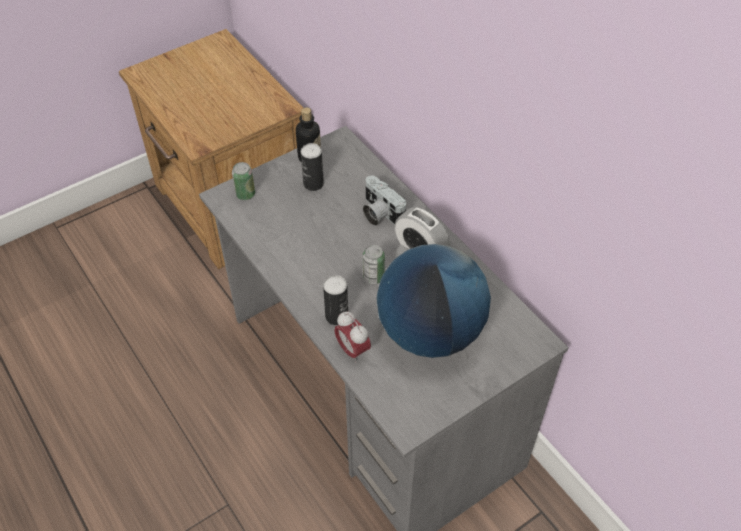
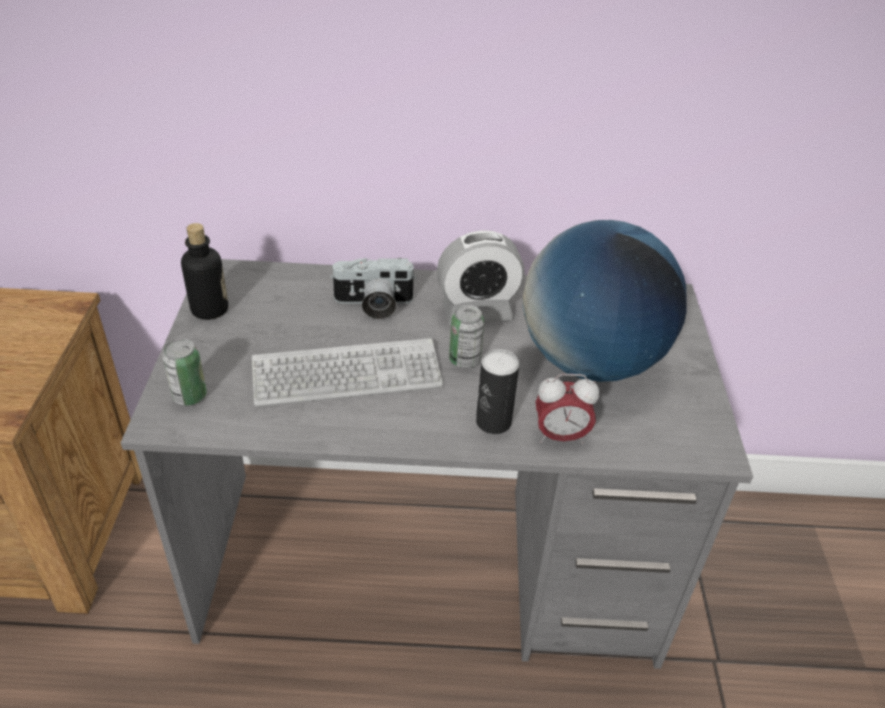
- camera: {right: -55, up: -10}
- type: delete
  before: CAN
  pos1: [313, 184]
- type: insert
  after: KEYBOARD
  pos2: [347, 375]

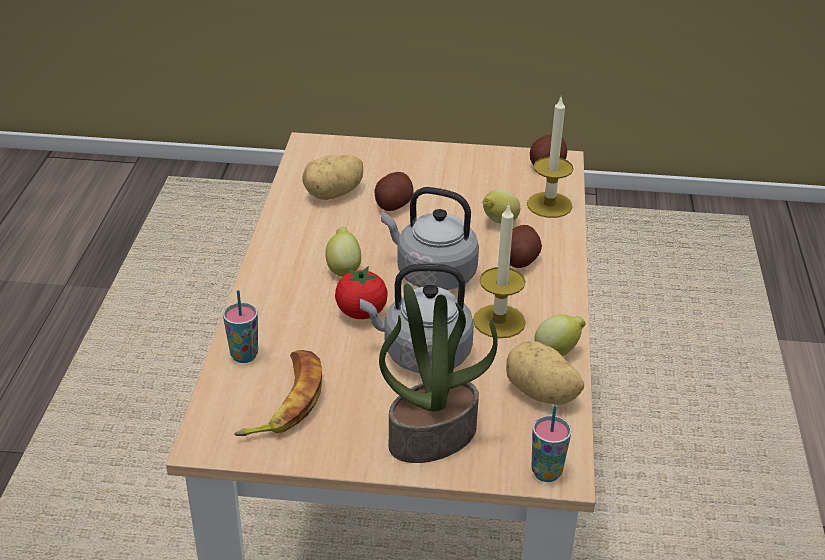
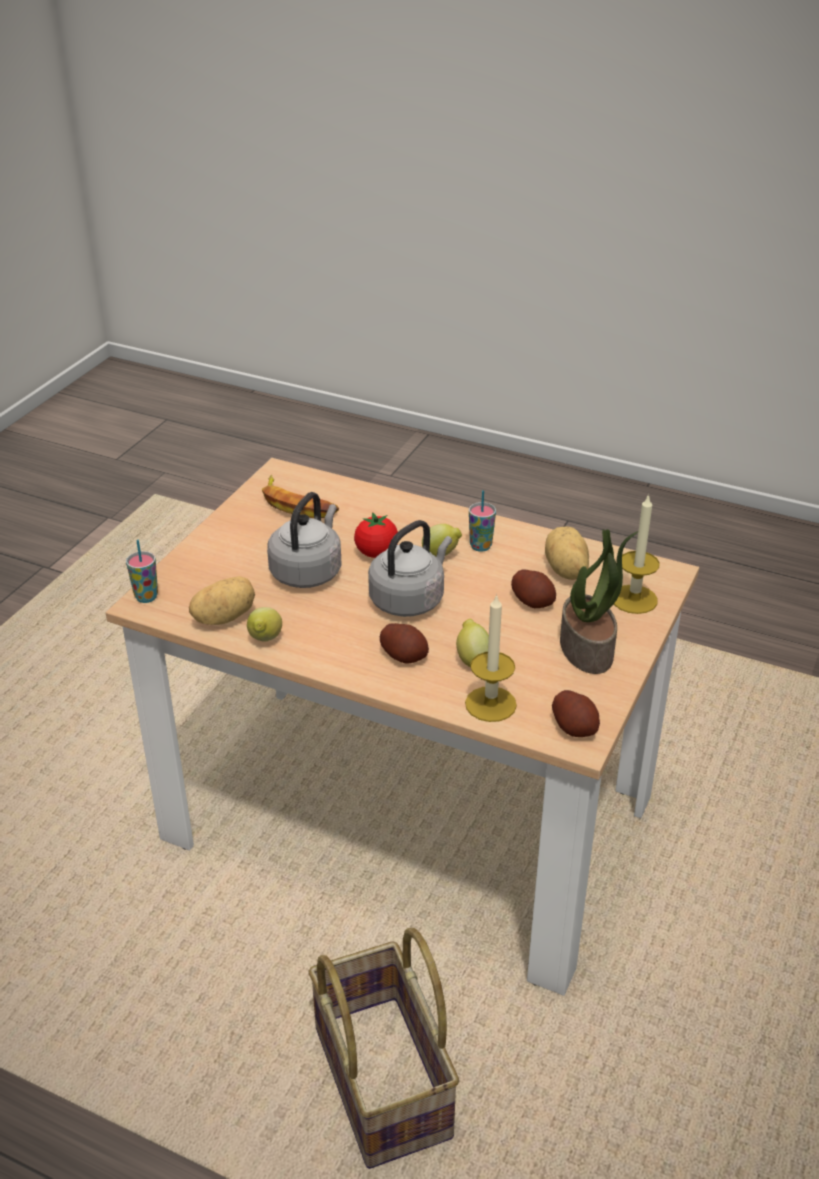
- camera: {right: 110, up: 0}
- type: move
  before: CUP
  pos1: [244, 355]
  pos2: [480, 546]
- type: move
  before: POTTED PLANT
  pos1: [433, 436]
  pos2: [588, 649]
- type: move
  before: CANDLE
  pos1: [499, 321]
  pos2: [634, 599]
- type: insert
  after: BASKET
  pos2: [385, 1081]

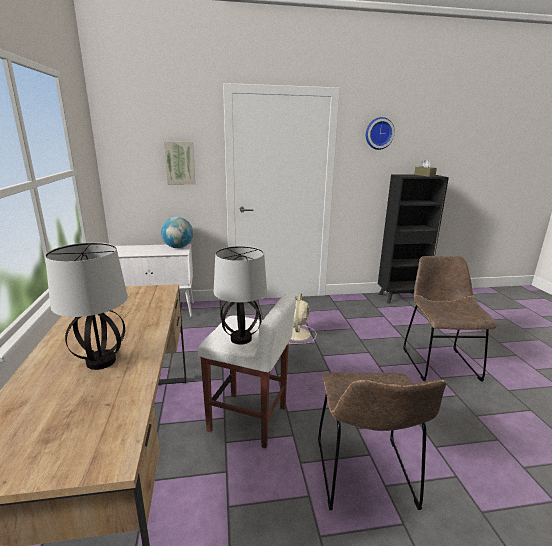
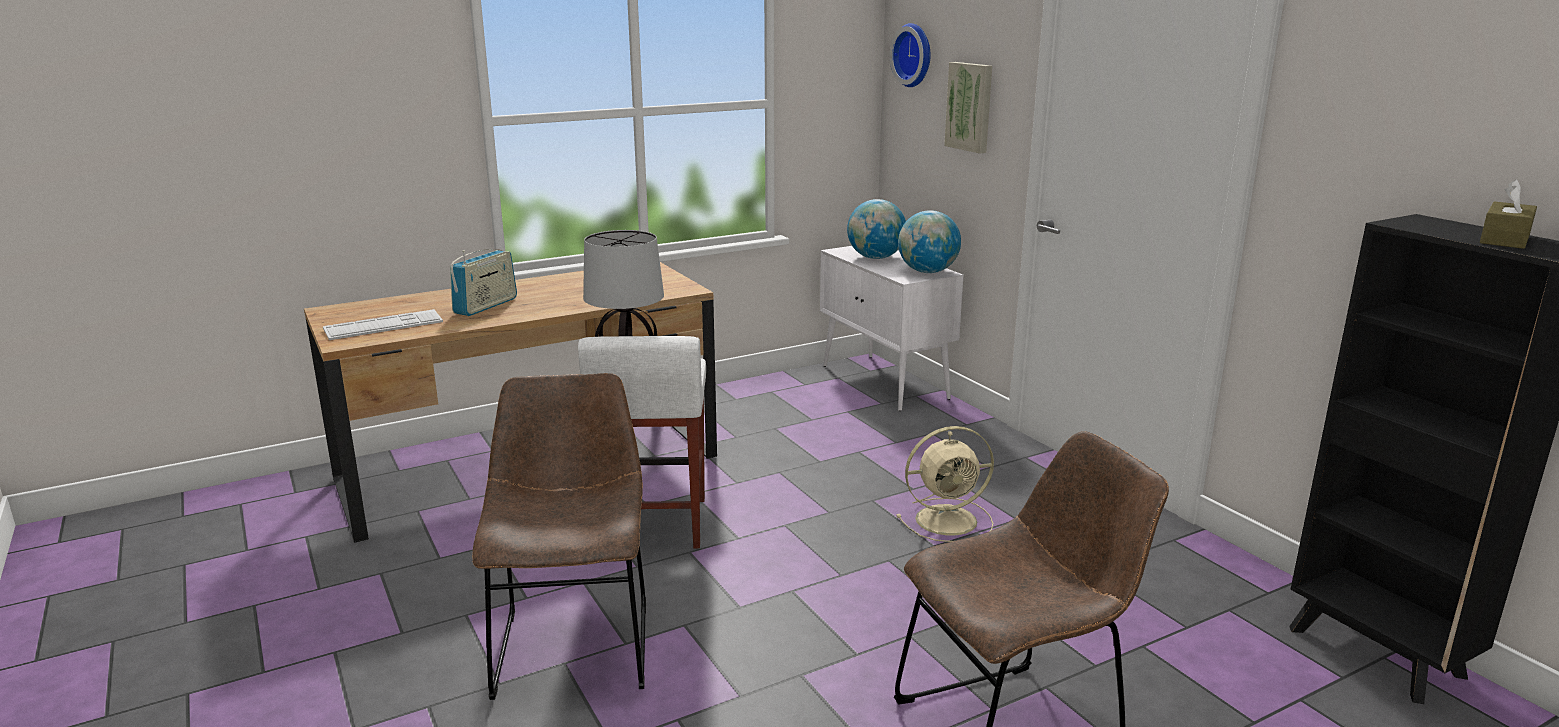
- camera: {right: 70, up: 0}
- type: replace
  before: TABLE LAMP
  after: RADIO
  pos1: [100, 361]
  pos2: [486, 306]
- type: rotate
  before: BROWN CHAIR
  pos1: [365, 477]
  pos2: [574, 642]
  turn: 105
- type: move
  before: WALL CLOCK
  pos1: [378, 133]
  pos2: [915, 55]
- type: insert
  after: KEYBOARD
  pos2: [384, 326]
- type: insert
  after: GLOBE
  pos2: [875, 258]

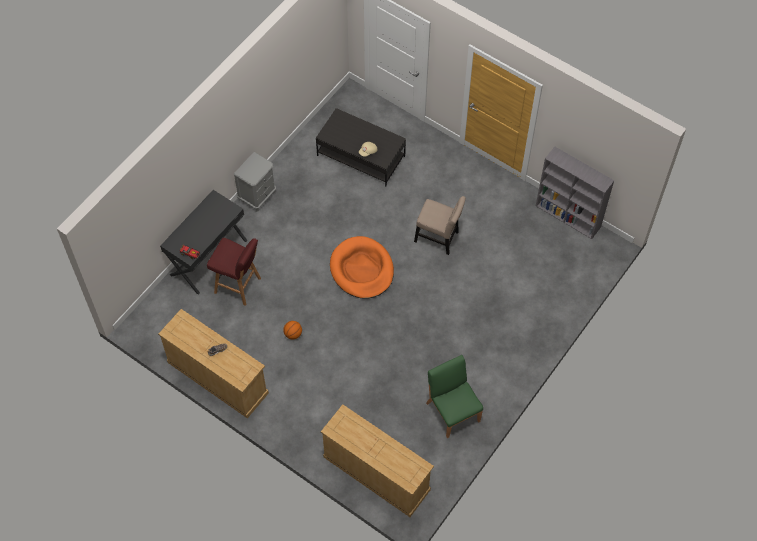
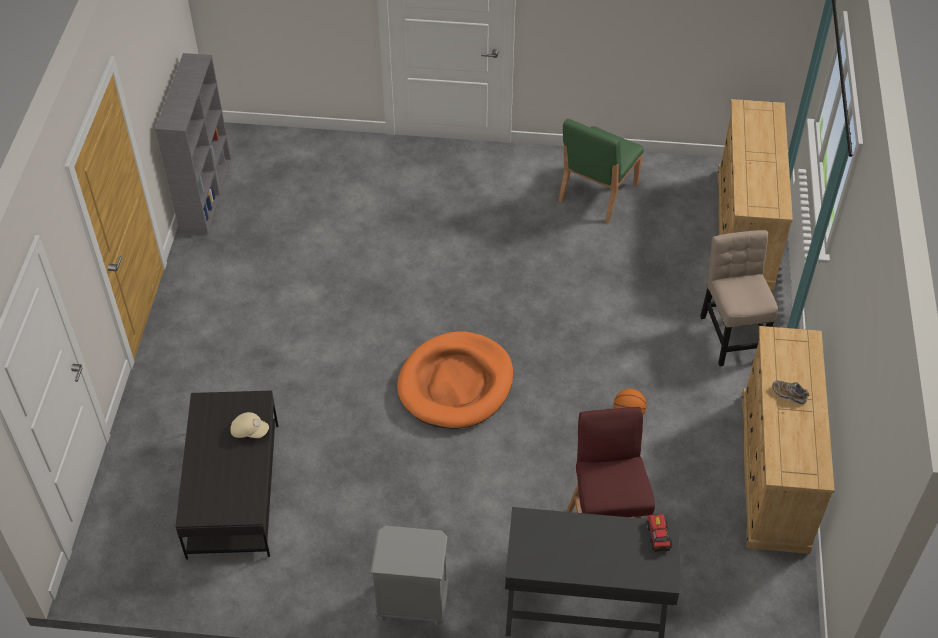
- camera: {right: -120, up: -10}
- type: move
  before: BEIGE CHAIR
  pos1: [438, 238]
  pos2: [731, 334]

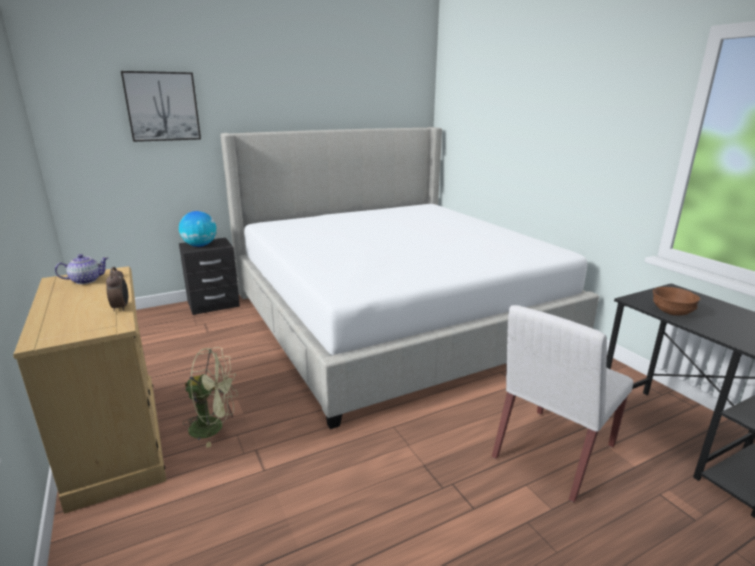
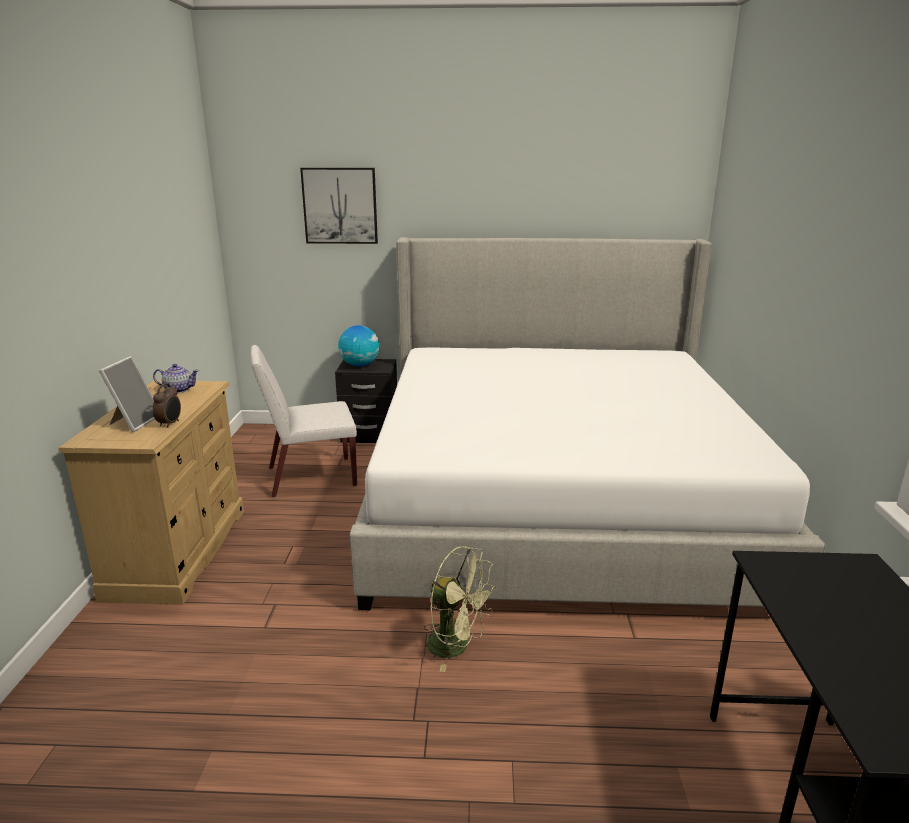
- camera: {right: 30, up: 0}
- type: move
  before: GREEN FAN
  pos1: [214, 427]
  pos2: [456, 646]
- type: move
  before: WHITE CHAIR
  pos1: [553, 452]
  pos2: [310, 477]
- type: delete
  before: BROWN BOWL
  pos1: [672, 312]
- type: insert
  after: PICTURE FRAME
  pos2: [134, 422]

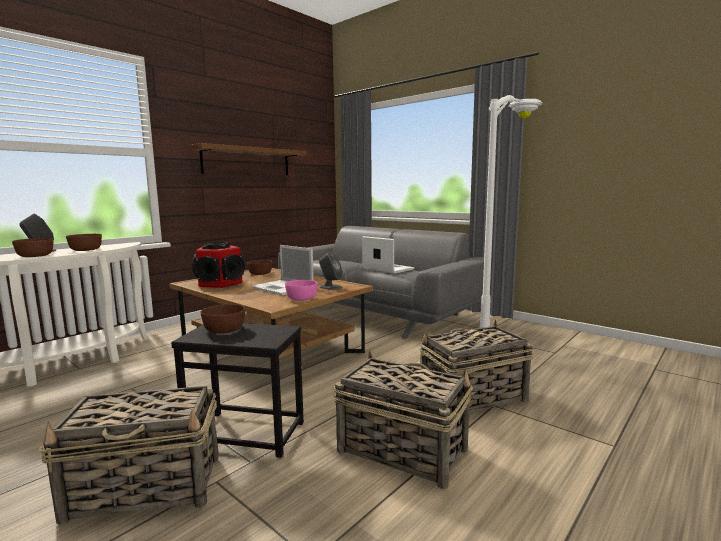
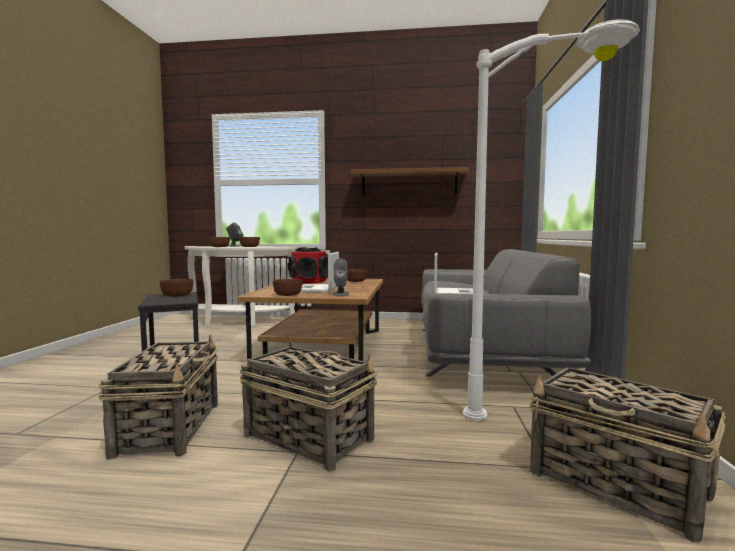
- camera: {right: 55, up: -5}
- type: move
  before: BASKET
  pos1: [147, 487]
  pos2: [618, 485]
- type: recolor
  before: PINK BOWL
  after: BROWN BOWL
  pos1: [301, 298]
  pos2: [288, 294]

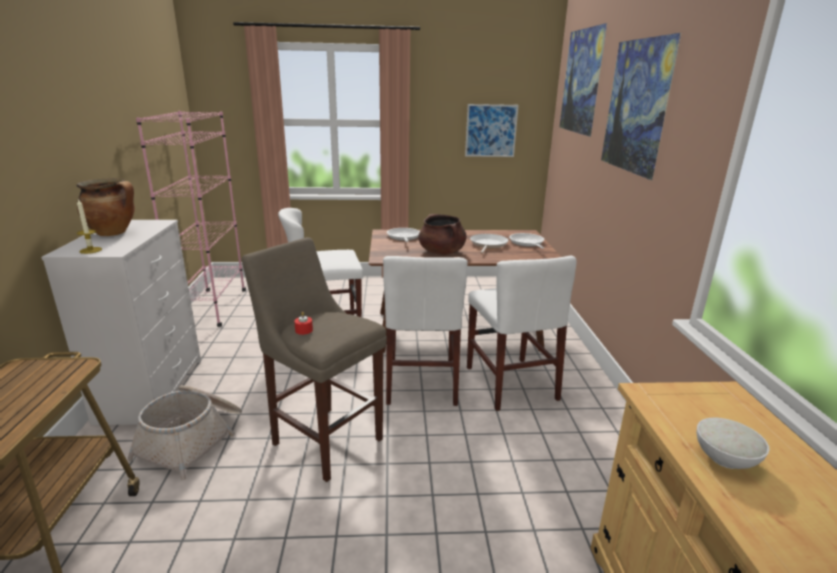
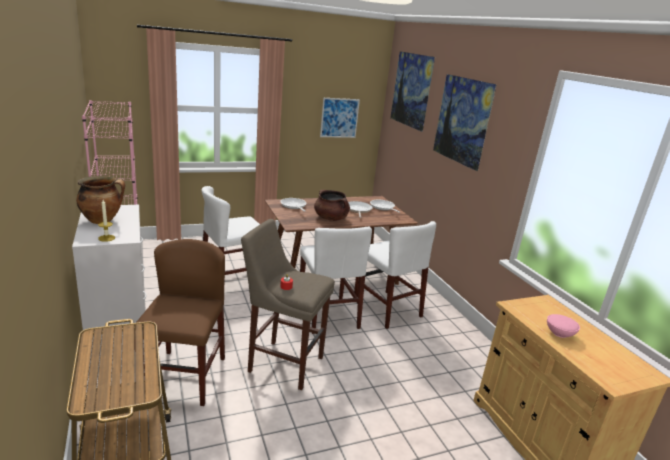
- camera: {right: -20, up: 0}
- type: replace
  before: BASKET
  after: BROWN CHAIR
  pos1: [193, 439]
  pos2: [184, 377]
- type: recolor
  before: WHITE BOWL
  after: PINK BOWL
  pos1: [724, 459]
  pos2: [559, 333]

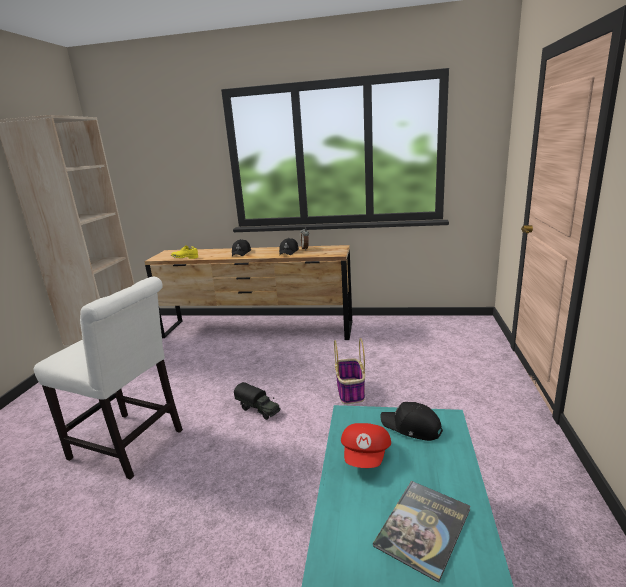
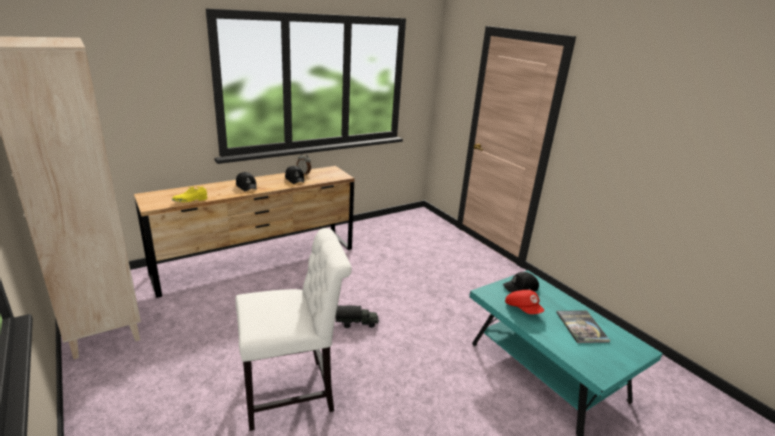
- camera: {right: -45, up: 5}
- type: delete
  before: BASKET
  pos1: [350, 391]

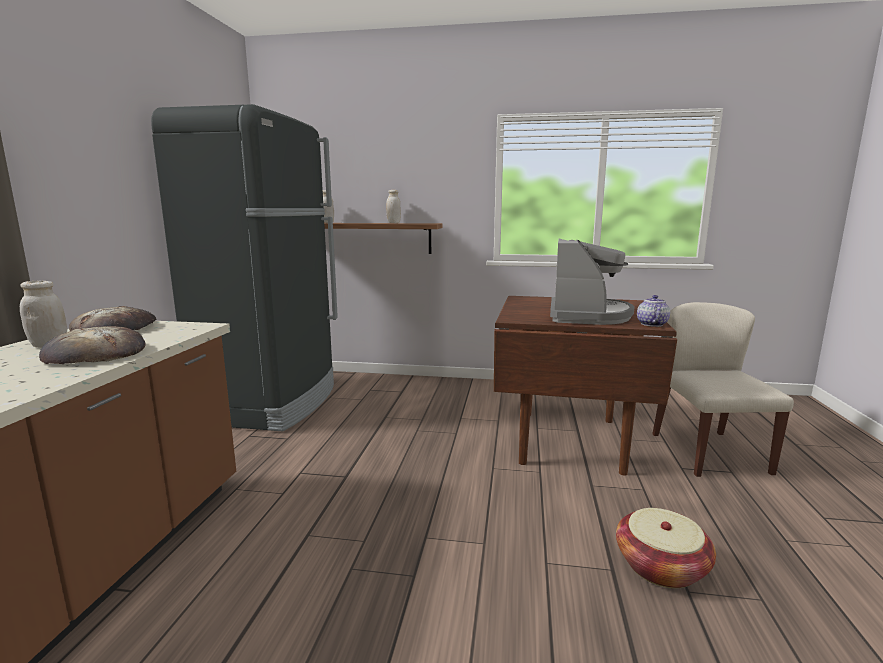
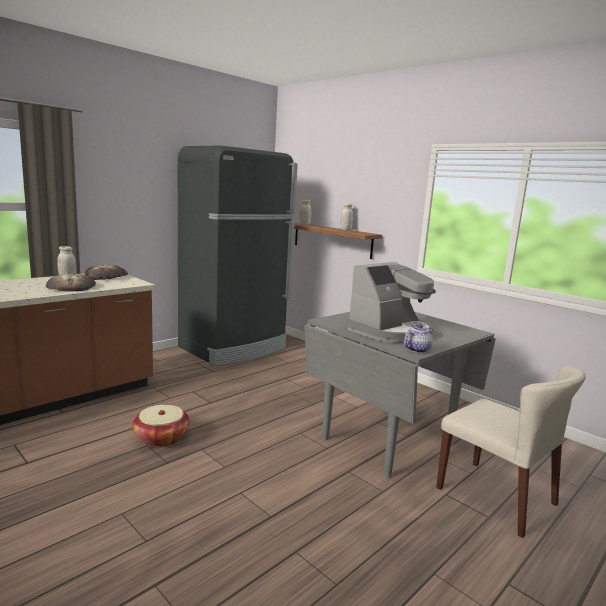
- camera: {right: 35, up: 0}
- type: recolor
  before: BROWN DINING TABLE
  after: GREY DINING TABLE
  pos1: [568, 440]
  pos2: [386, 439]
- type: move
  before: BASKET
  pos1: [661, 567]
  pos2: [161, 438]
- type: rotate
  before: BEIGE CHAIR
  pos1: [708, 452]
  pos2: [497, 496]
  turn: 105

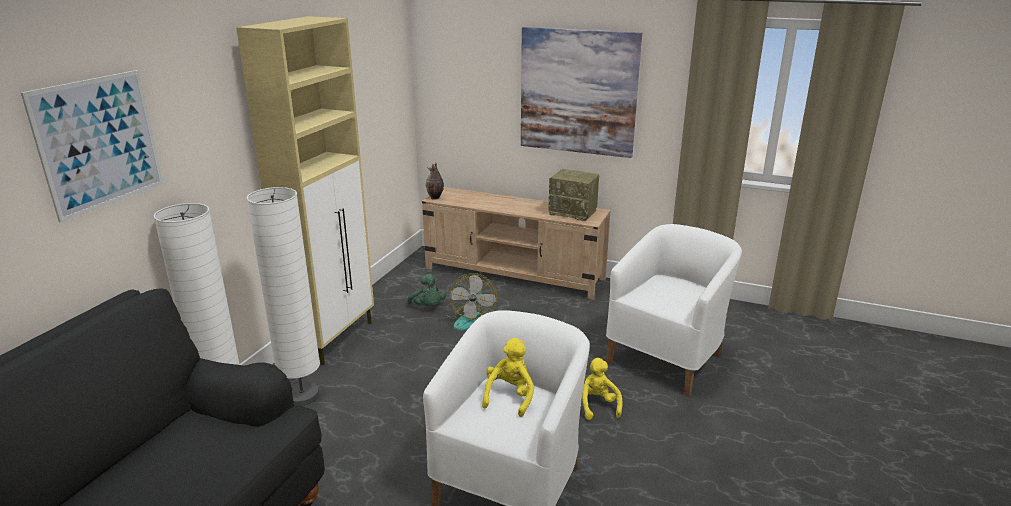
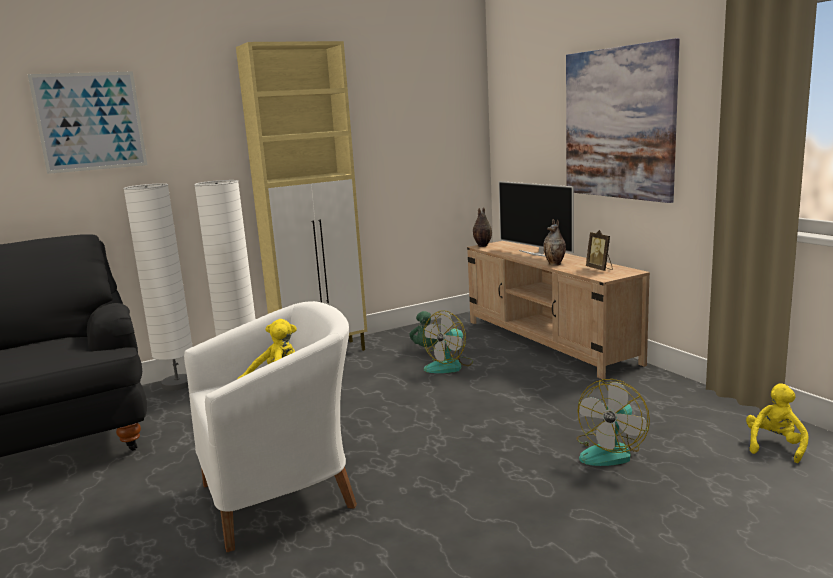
- camera: {right: 40, up: -10}
- type: replace
  before: RADIO
  after: PICTURE FRAME
  pos1: [574, 212]
  pos2: [600, 269]
- type: move
  before: YELLOW PLUSH TOY
  pos1: [596, 405]
  pos2: [775, 446]
- type: replace
  before: WHITE ARMCHAIR
  after: FAN
  pos1: [668, 358]
  pos2: [610, 451]
- type: insert
  after: TELEVISION
  pos2: [538, 254]
- type: insert
  after: VASE
  pos2: [555, 264]

